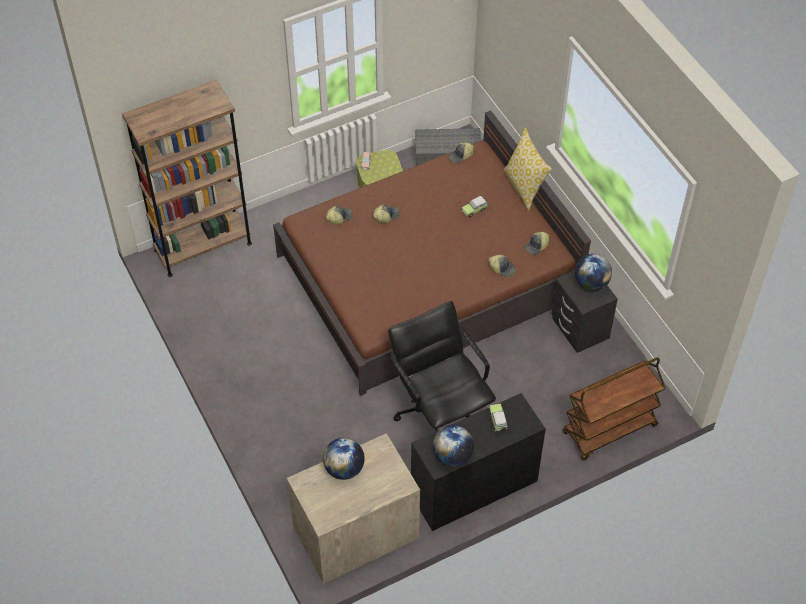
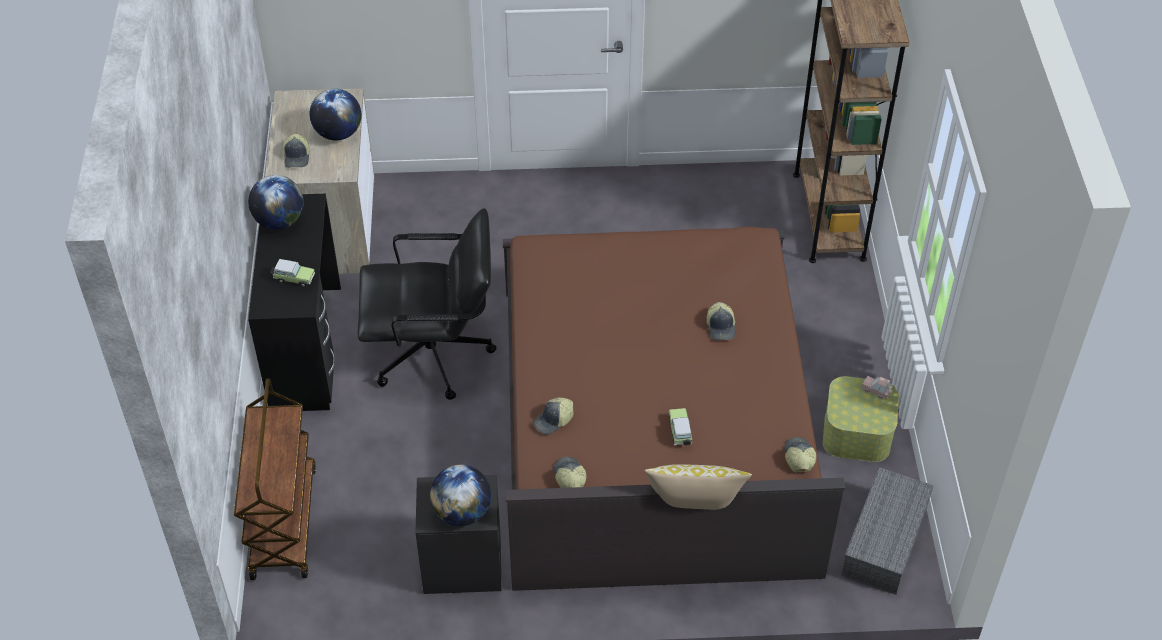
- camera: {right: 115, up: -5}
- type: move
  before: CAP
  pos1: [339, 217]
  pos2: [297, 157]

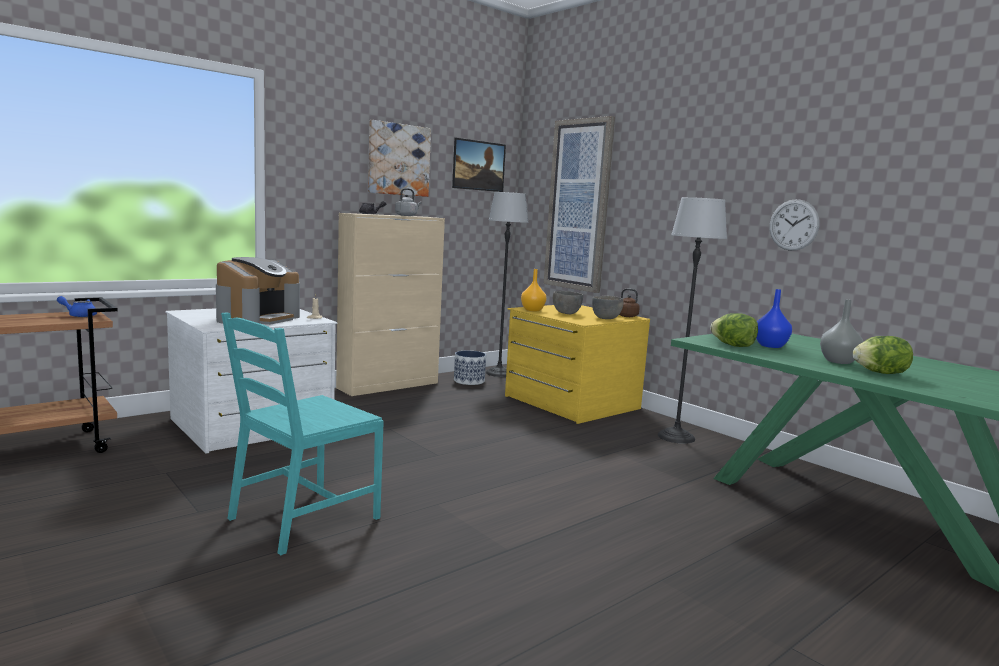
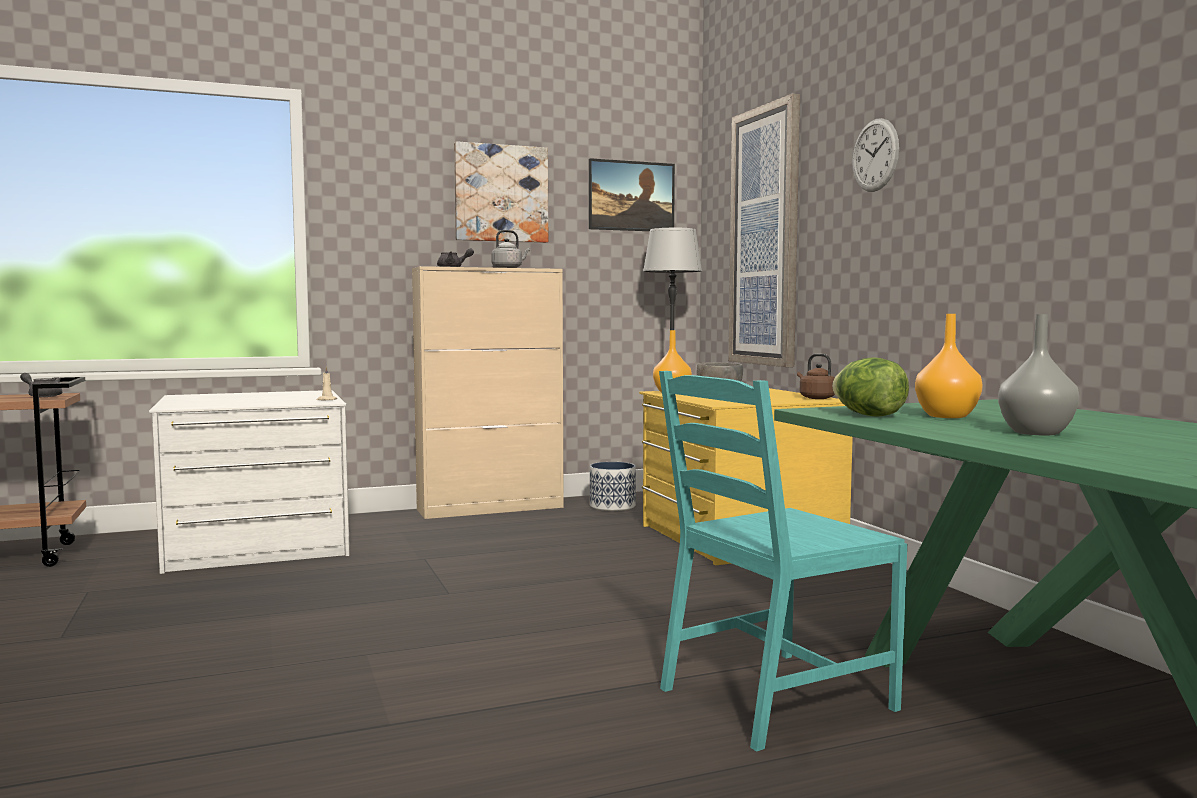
- camera: {right: 20, up: -5}
- type: recolor
  before: BLUE TEAPOT
  after: GREY TEAPOT
  pos1: [79, 315]
  pos2: [42, 396]
- type: delete
  before: COFFEE MACHINE
  pos1: [257, 318]
- type: move
  before: TURQUOISE CHAIR
  pos1: [303, 518]
  pos2: [774, 698]
- type: delete
  before: GREY BOWL
  pos1: [606, 318]
- type: delete
  before: FLOOR LAMP
  pos1: [676, 437]
- type: recolor
  before: BLUE VASE
  after: ORANGE VASE
  pos1: [769, 346]
  pos2: [945, 416]
- type: move
  before: WALL CLOCK
  pos1: [793, 225]
  pos2: [875, 155]
- type: delete
  before: LETTUCE
  pos1: [880, 373]

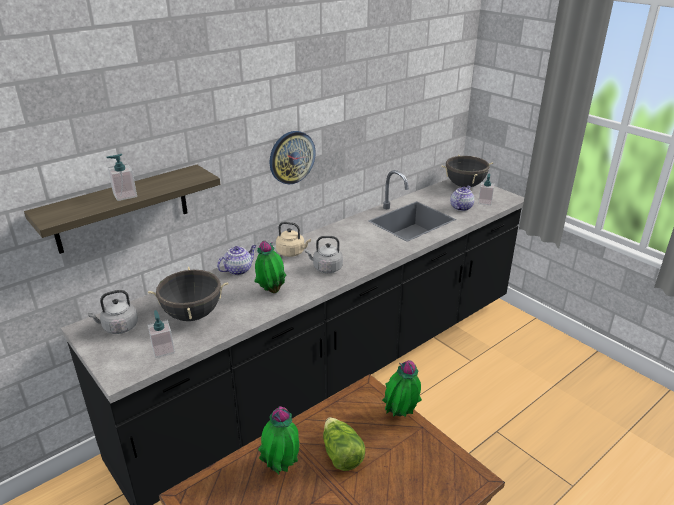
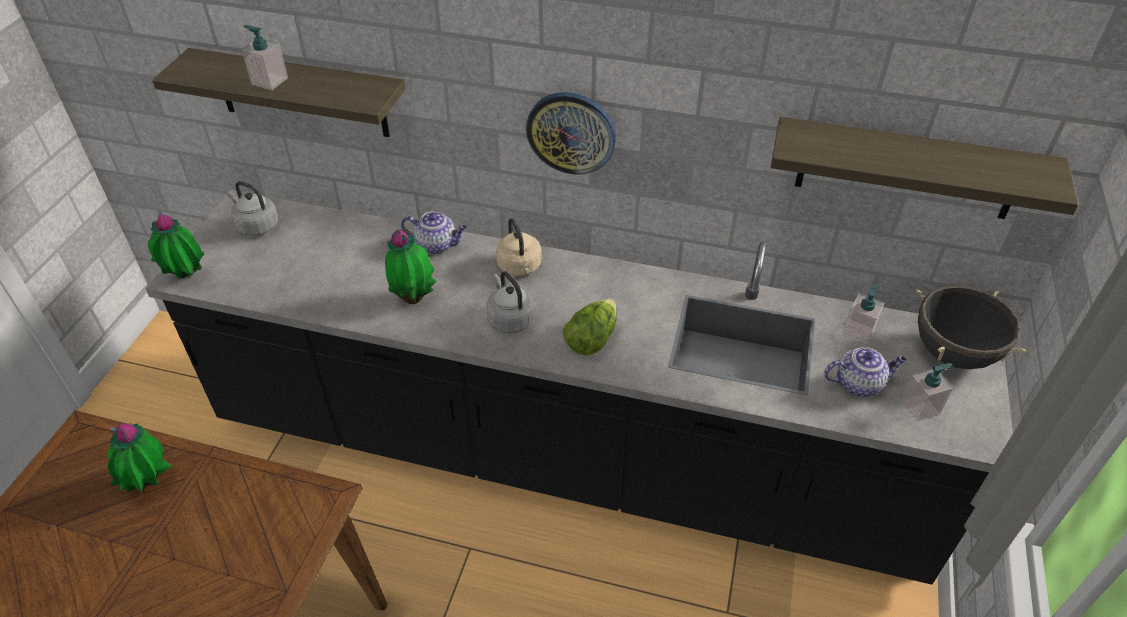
- camera: {right: 55, up: 15}
- type: delete
  before: BLACK COOKING POT
  pos1: [192, 315]
- type: move
  before: SOAP DISPENSER
  pos1: [163, 350]
  pos2: [858, 332]
- type: move
  before: LETTUCE
  pos1: [341, 454]
  pos2: [591, 338]
- type: move
  before: POTTED PLANT
  pos1: [400, 416]
  pos2: [186, 278]
- type: insert
  after: SHELF
  pos2: [908, 169]

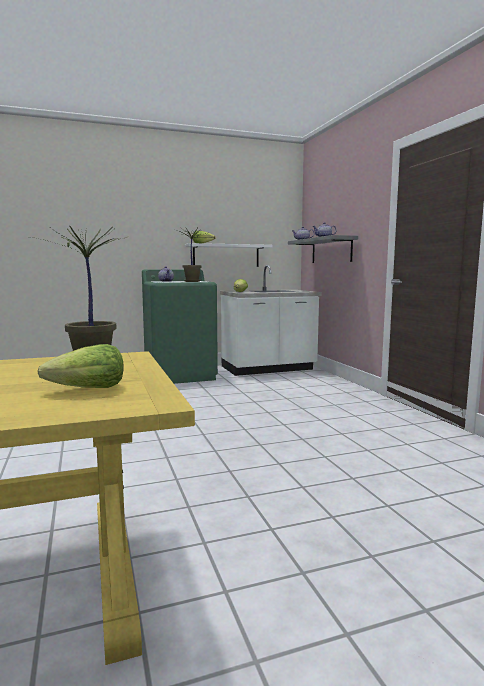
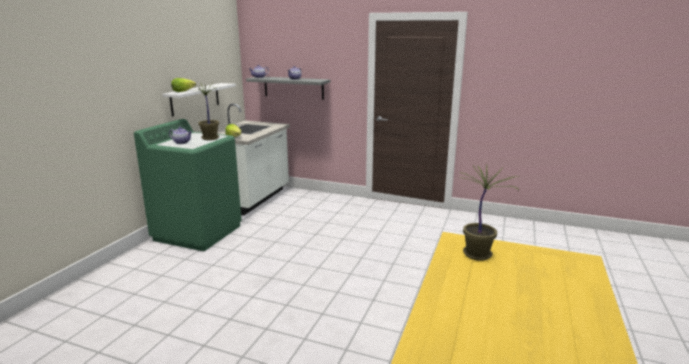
- camera: {right: -50, up: 10}
- type: delete
  before: LETTUCE
  pos1: [88, 390]

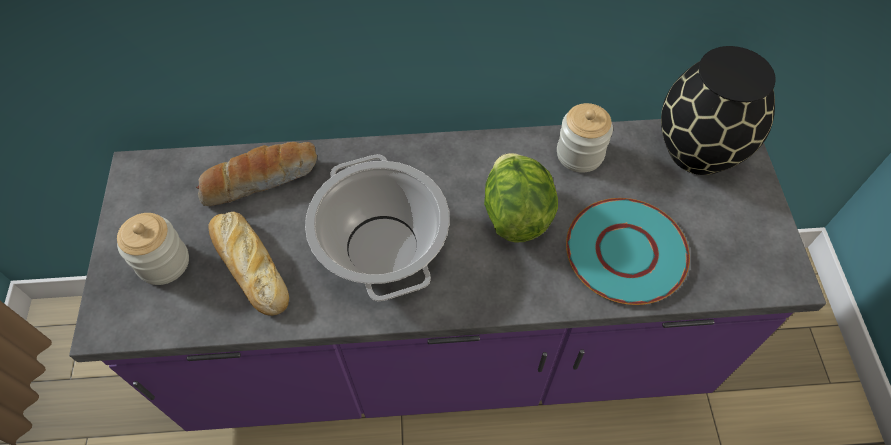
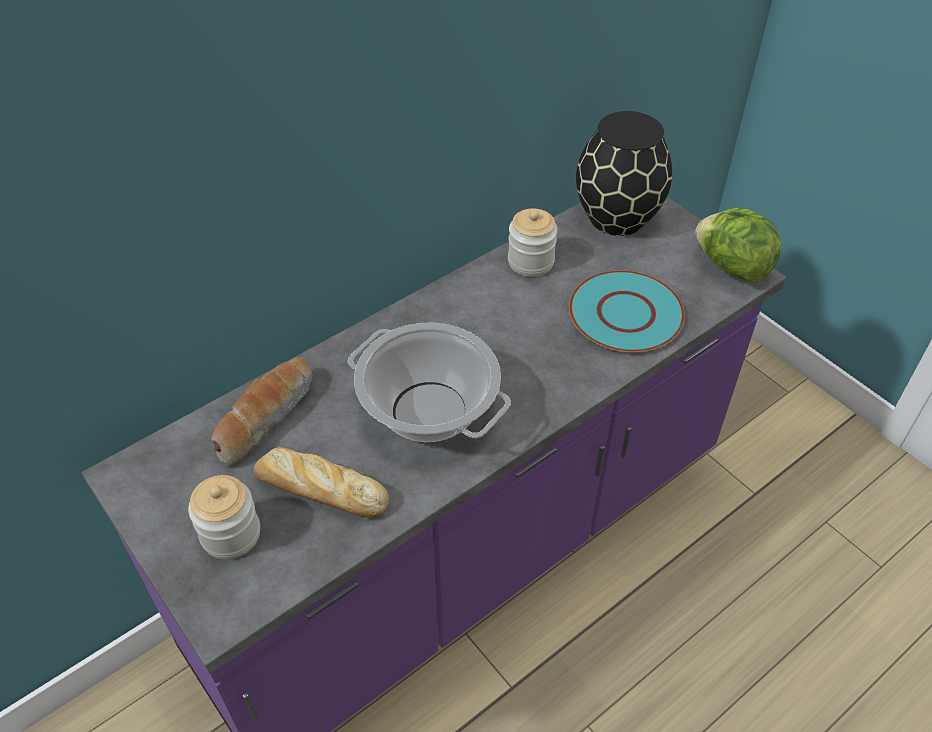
- camera: {right: -35, up: -10}
- type: move
  before: LETTUCE
  pos1: [516, 213]
  pos2: [731, 267]

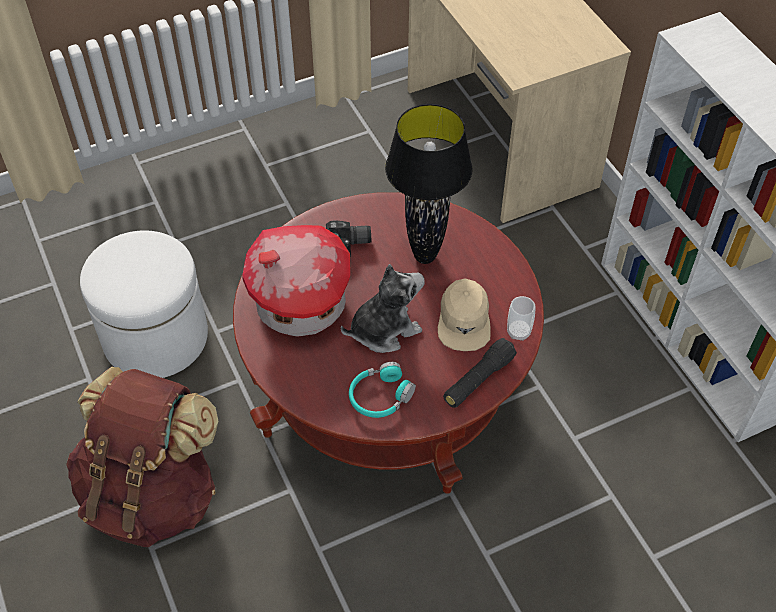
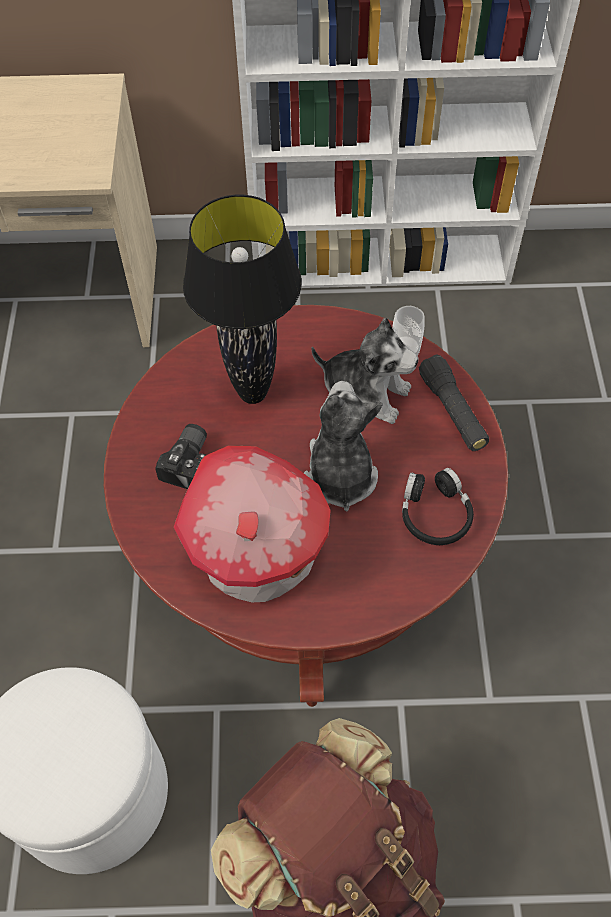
- camera: {right: -65, up: 5}
- type: recolor
  before: TURQUOISE HEADPHONES
  after: BLACK HEADPHONES
  pos1: [380, 396]
  pos2: [434, 514]
- type: replace
  before: BEIGE CAP
  after: PLUSH TOY
  pos1: [464, 320]
  pos2: [365, 393]

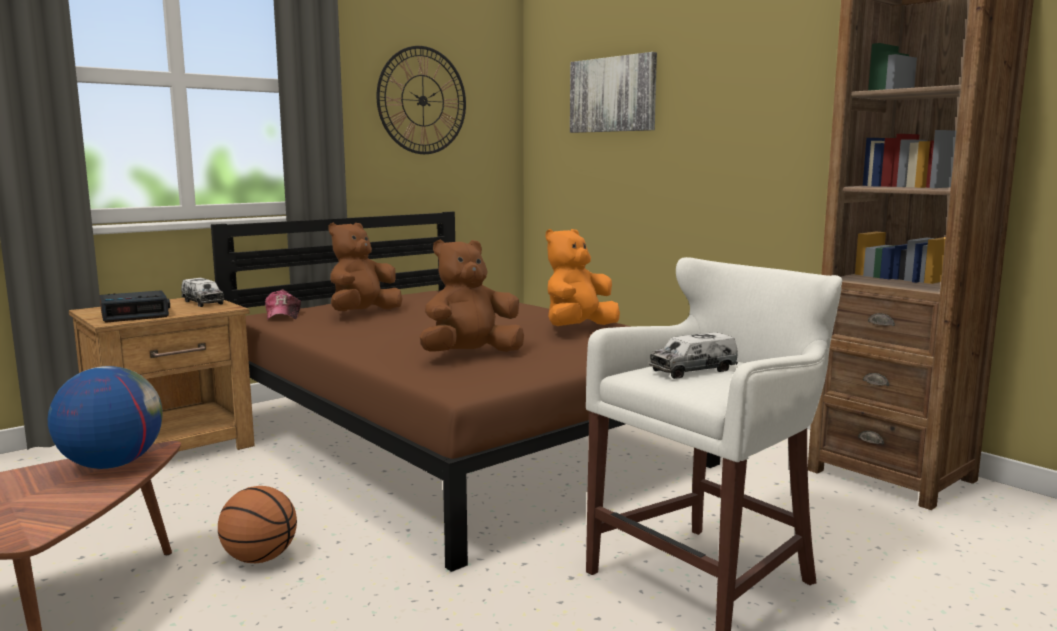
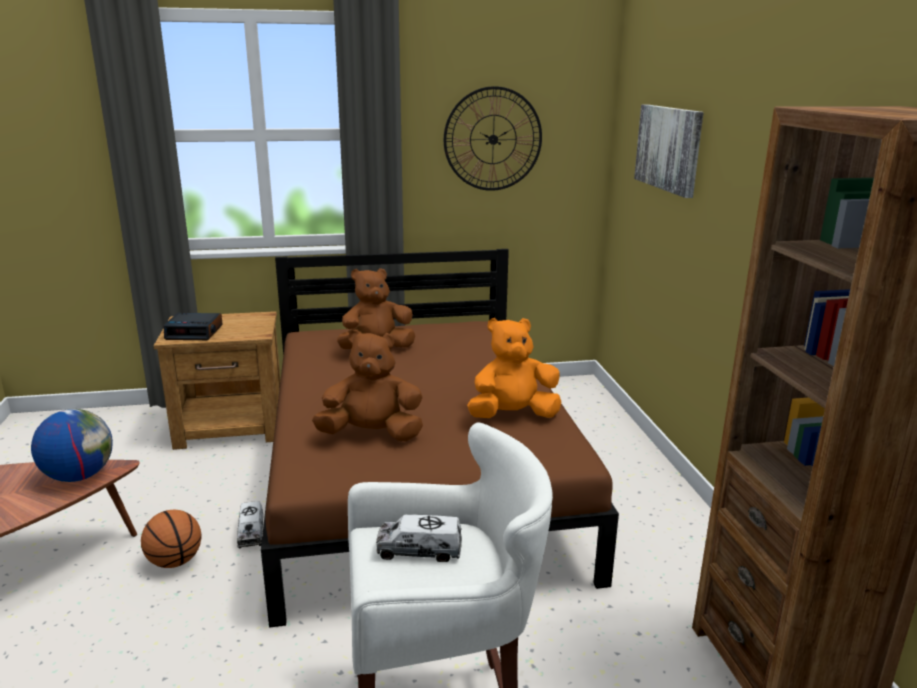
- camera: {right: 30, up: 10}
- type: move
  before: TOY TRUCK
  pos1: [202, 302]
  pos2: [251, 533]
- type: delete
  before: CAP
  pos1: [283, 315]

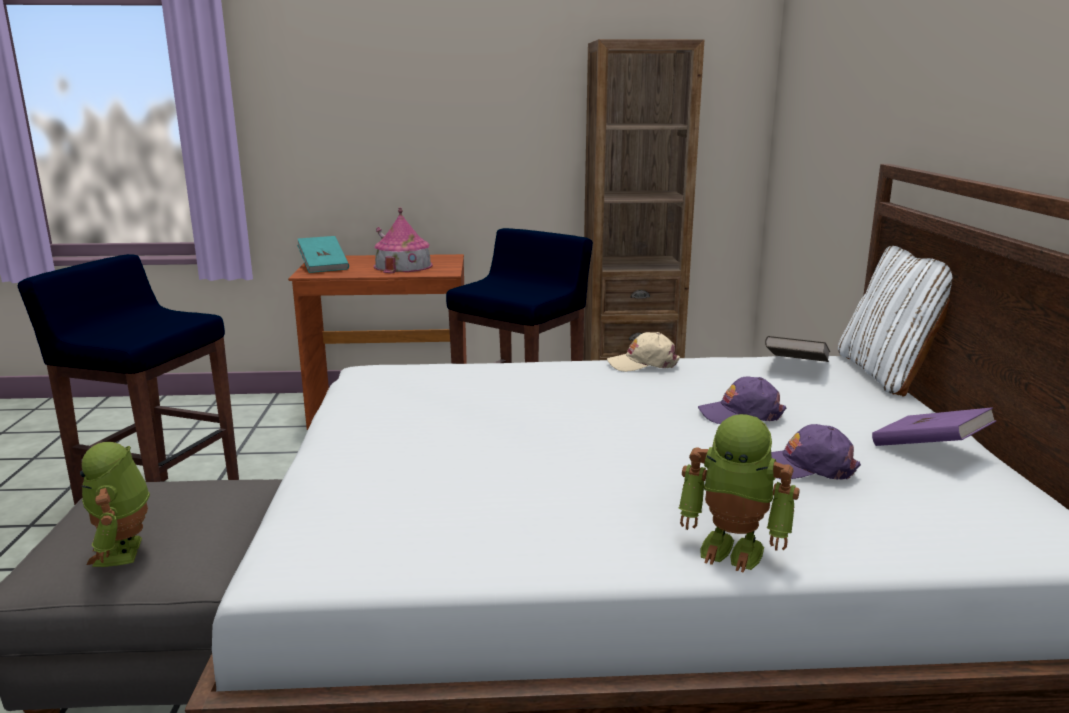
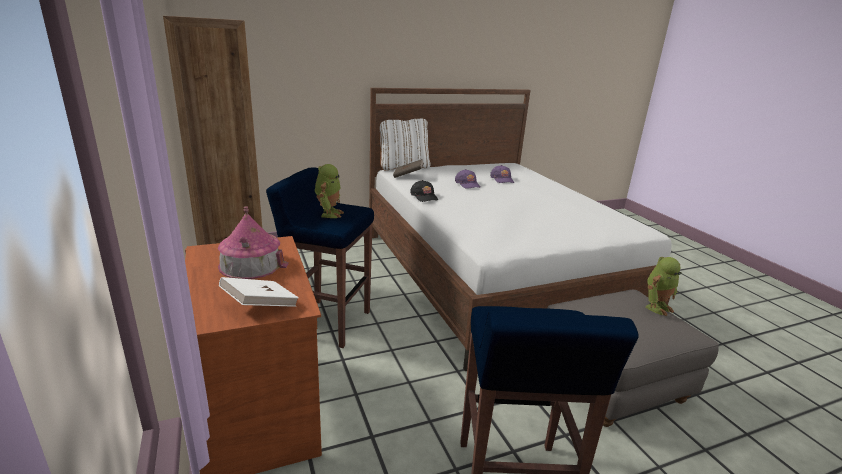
- camera: {right: -110, up: 5}
- type: recolor
  before: TURQUOISE BOOK
  after: WHITE BOOK
  pos1: [324, 267]
  pos2: [260, 306]
- type: recolor
  before: BEIGE CAP
  after: BLACK CAP
  pos1: [643, 363]
  pos2: [424, 196]
- type: move
  before: TOY ROBOT
  pos1: [733, 548]
  pos2: [329, 213]
- type: delete
  before: PURPLE BOOK
  pos1: [928, 450]

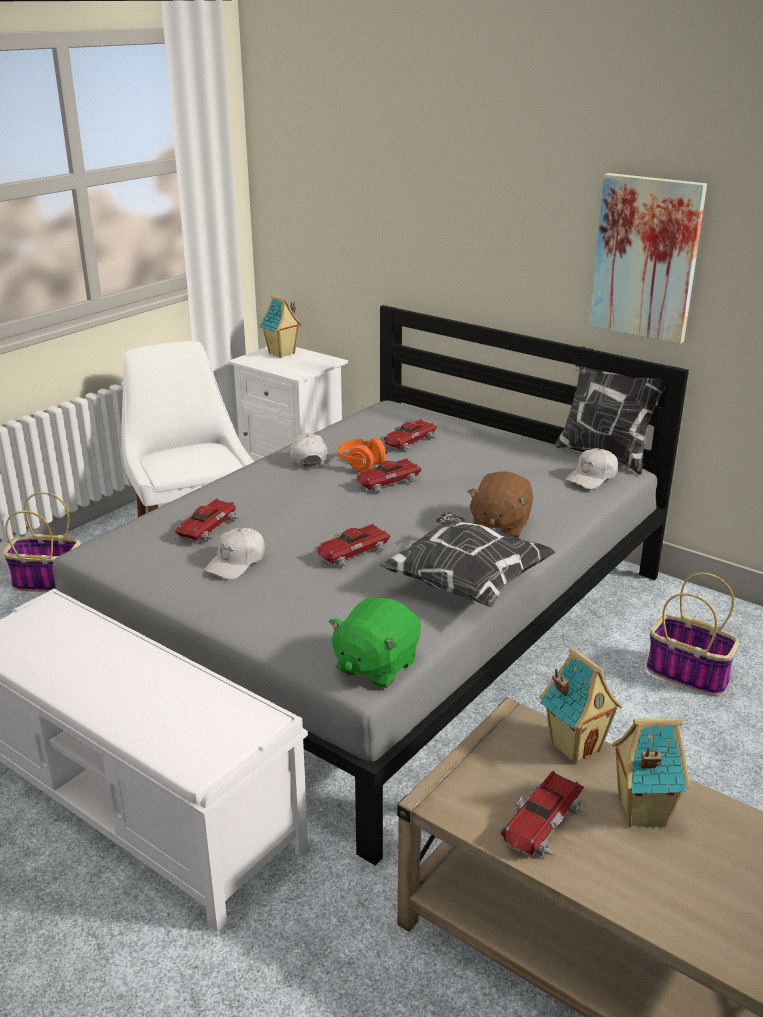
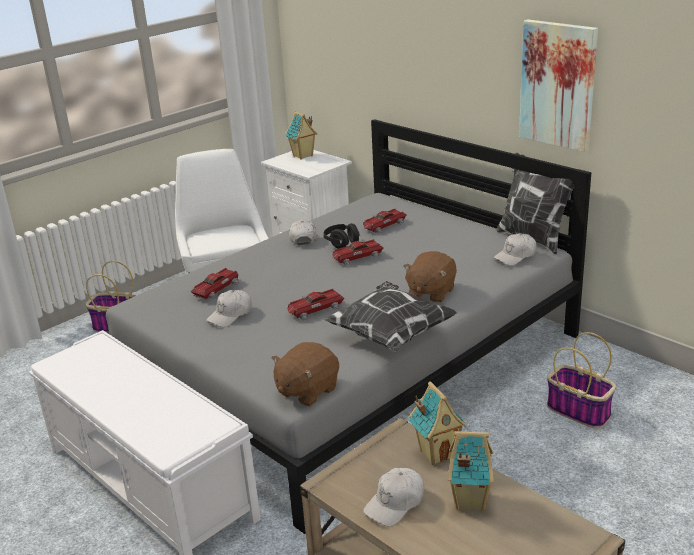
- camera: {right: 10, up: 0}
- type: recolor
  before: GREEN PLUSH TOY
  after: BROWN PLUSH TOY
  pos1: [375, 665]
  pos2: [307, 391]
- type: recolor
  before: ORANGE HEADPHONES
  after: BLACK HEADPHONES
  pos1: [361, 464]
  pos2: [341, 243]
- type: replace
  before: TOY CAR
  after: WHITE CAP
  pos1: [541, 823]
  pos2: [395, 503]

